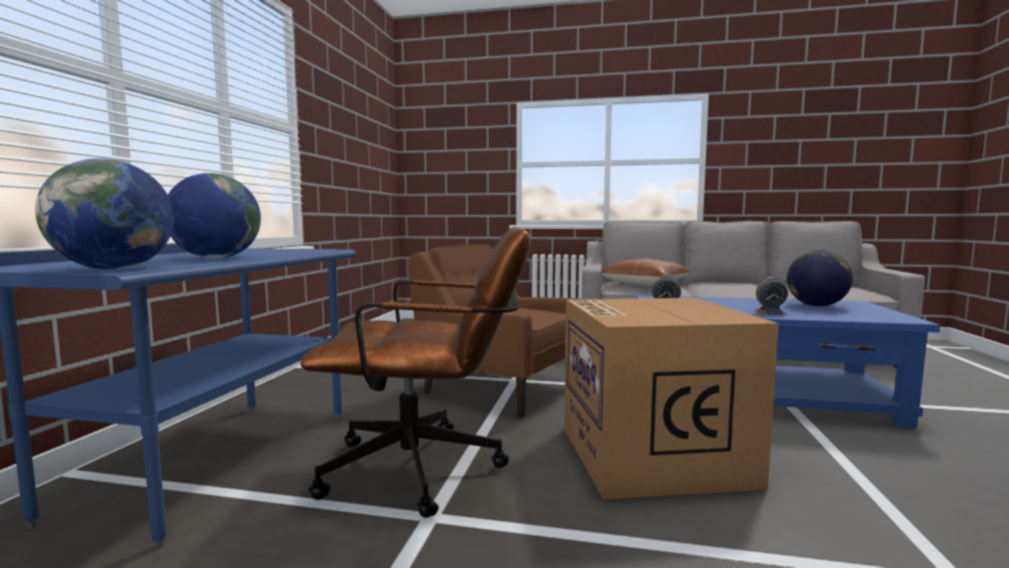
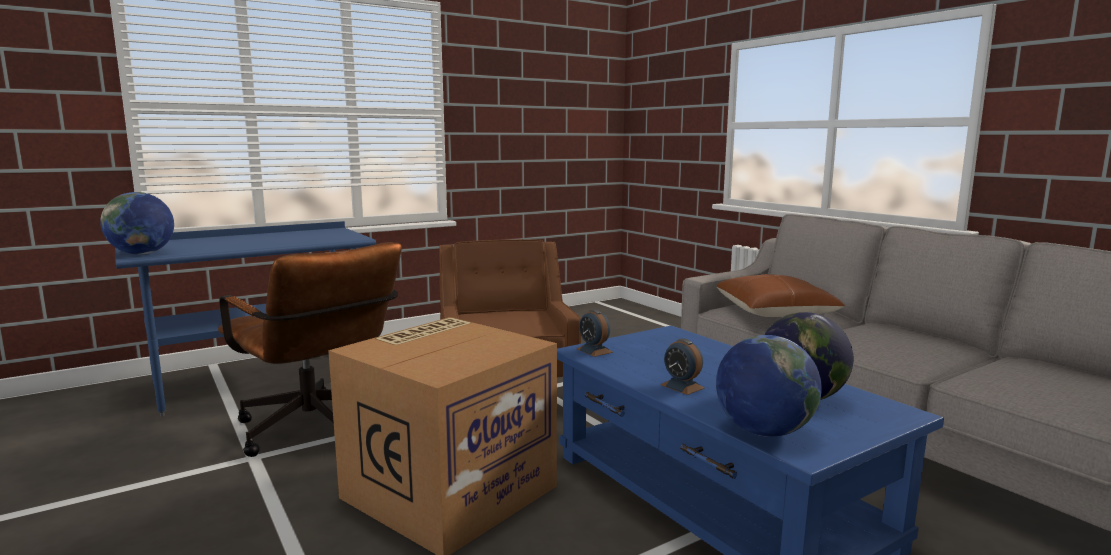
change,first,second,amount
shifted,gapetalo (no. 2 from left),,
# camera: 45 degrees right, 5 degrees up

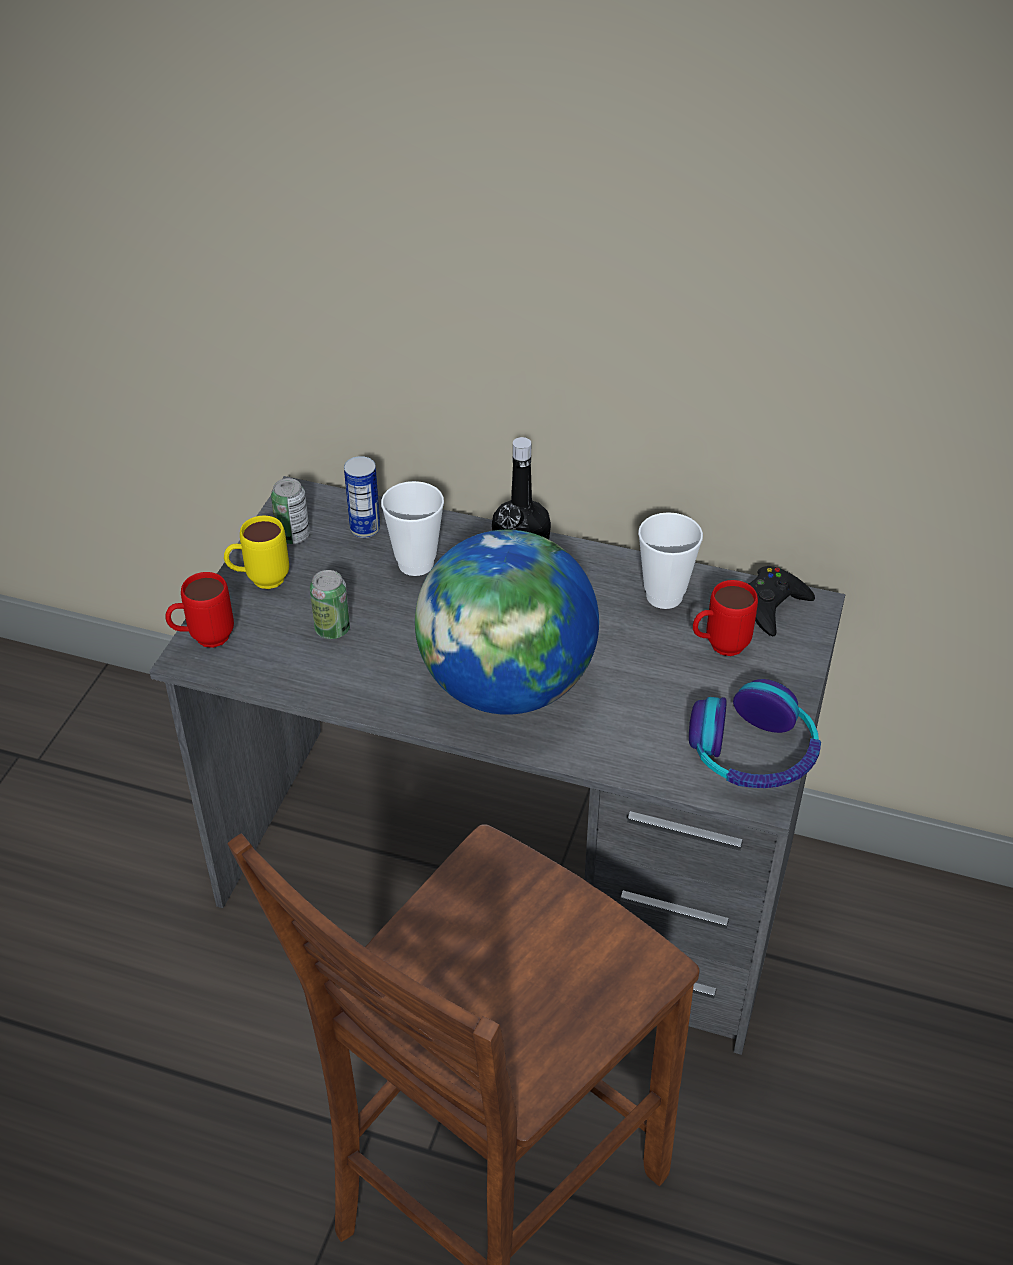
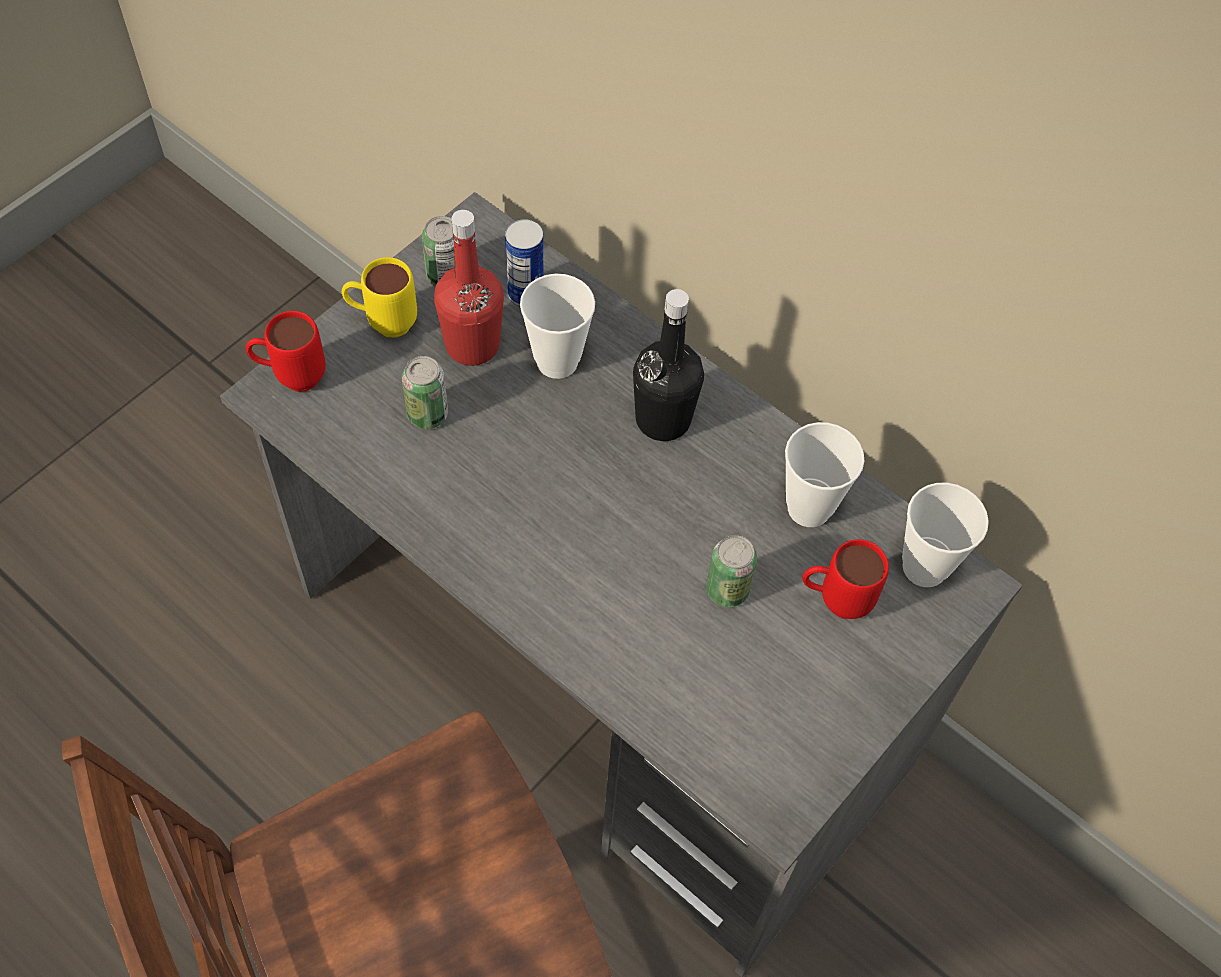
change,first,second,amount
new,,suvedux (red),
new,,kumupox (no. 4 from left),
swapped,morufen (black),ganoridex (no. 3 from left),
gone,gapetalo,,
gone,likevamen,,
# camera: 20 degrees right, 15 degrees up

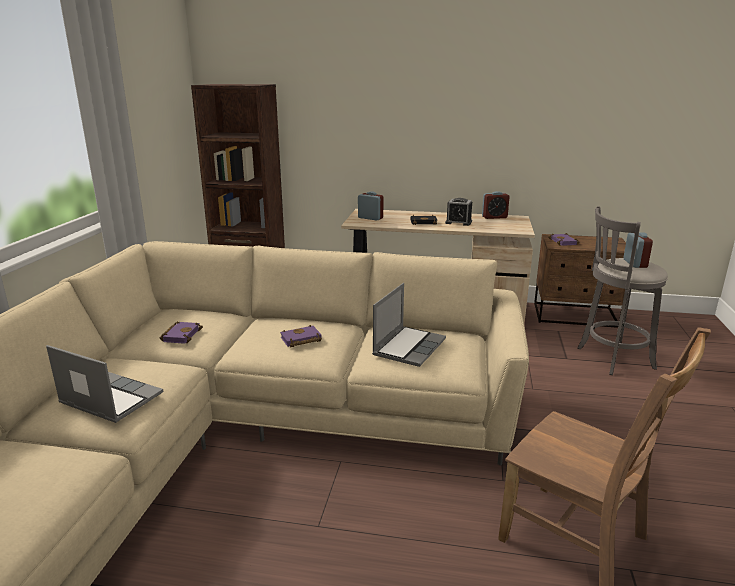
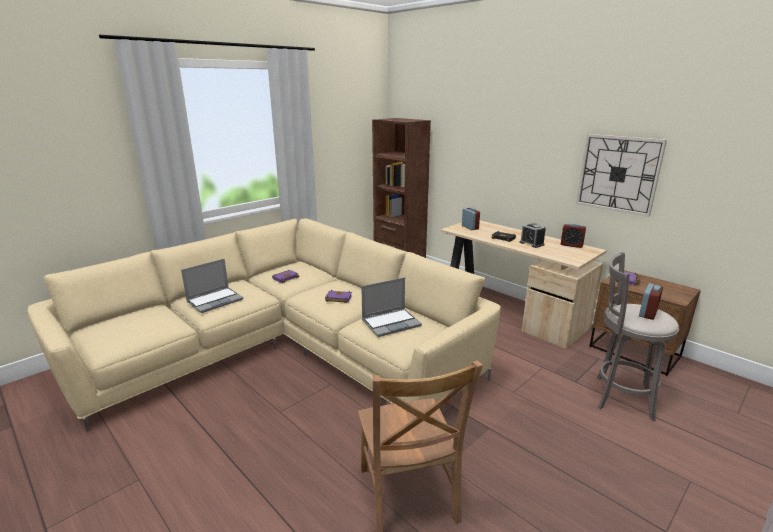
change,first,second,amount
rotated,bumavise (no. 1 from left),,75 degrees clockwise
new,,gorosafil,
# camera: 35 degrees right, 0 degrees up

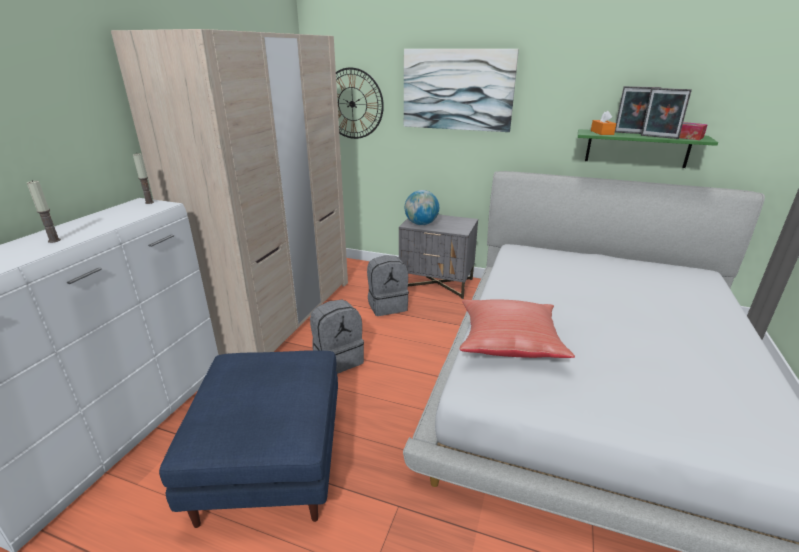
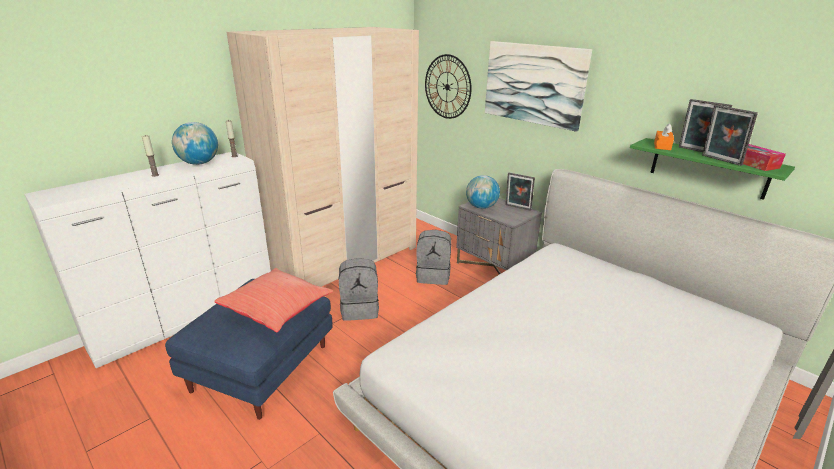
change,first,second,amount
new,,gapetalo (no. 1 from left),
shifted,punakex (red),,
new,,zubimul (no. 1 from left),
# camera: 25 degrees right, 0 degrees up

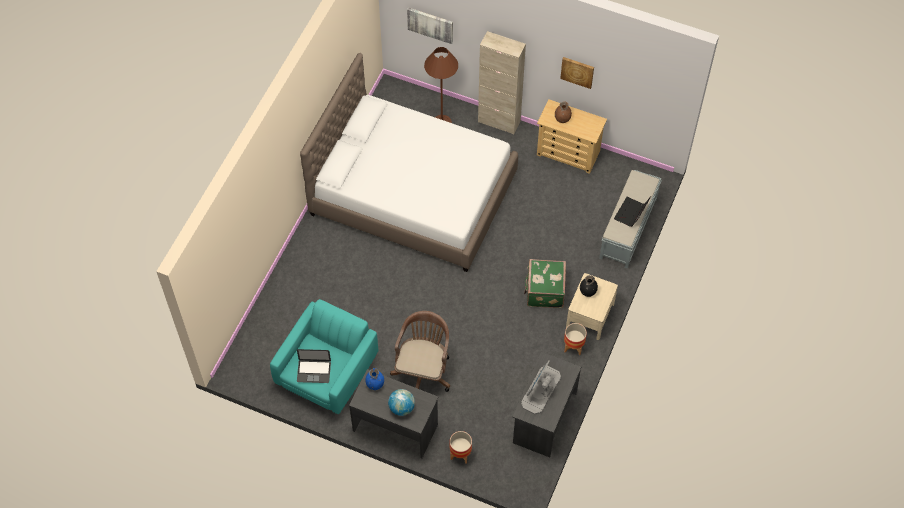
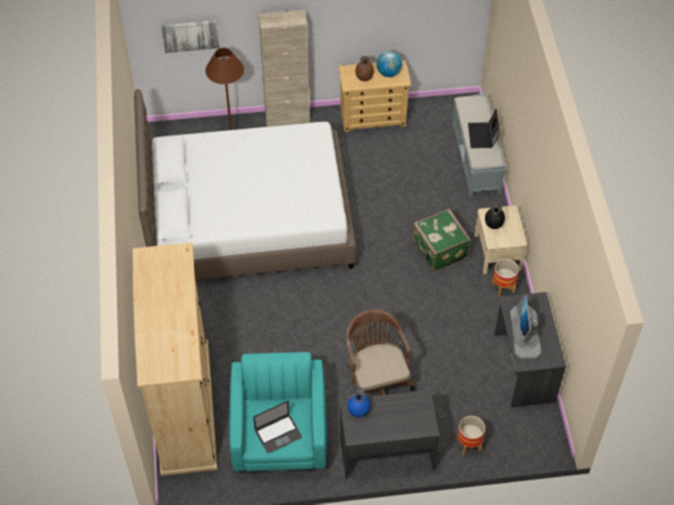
change,first,second,amount
new,,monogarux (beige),
shifted,gapetalo,,
gone,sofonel (no. 2 from left),,
# camera: 30 degrees left, 5 degrees down

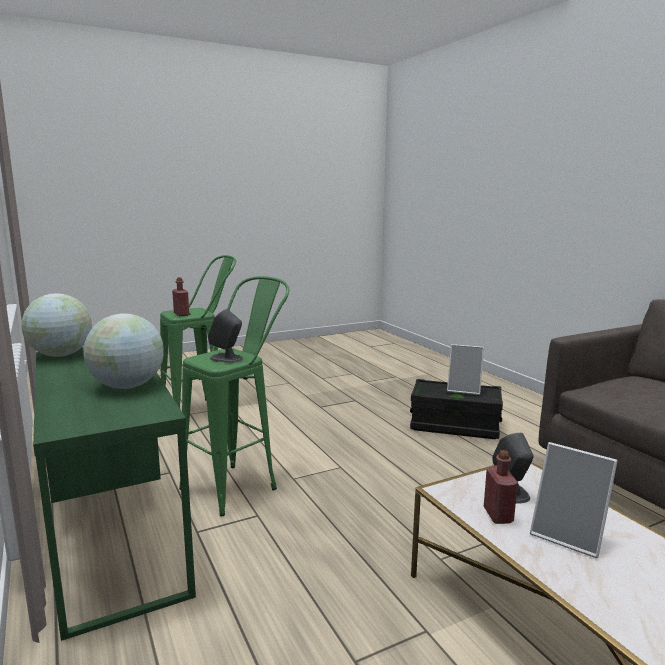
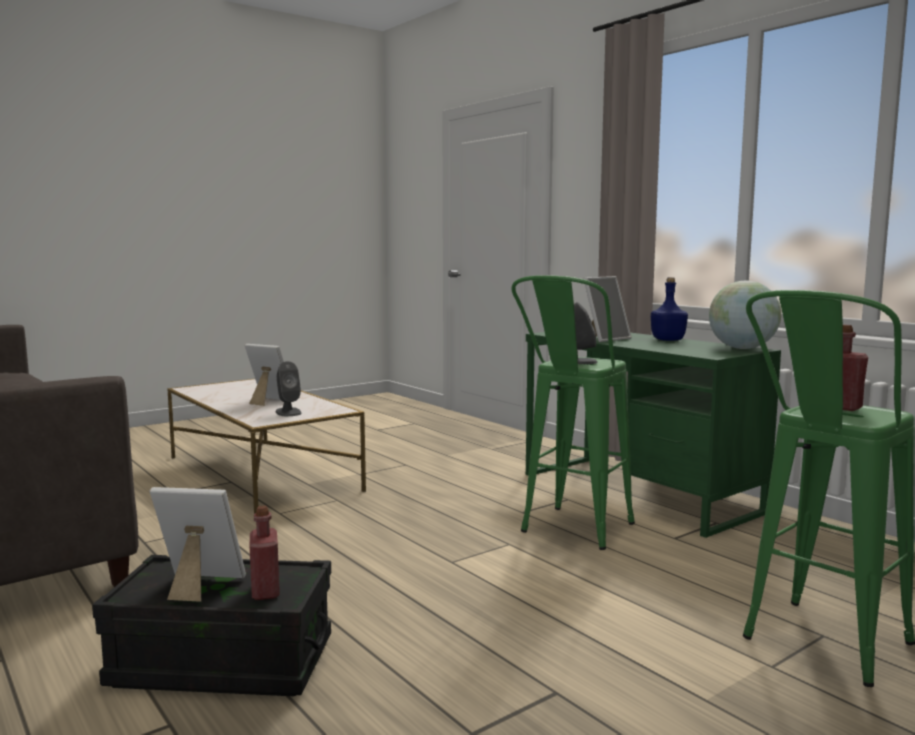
change,first,second,amount
shifted,suvedux (red) (no. 2 from left in the first image),suvedux (red) (no. 1 from left),
swapped,gapetalo (no. 2 from left),zubimul (no. 3 from left),
new,,suvedux (blue),
# camera: 170 degrees right, 5 degrees down

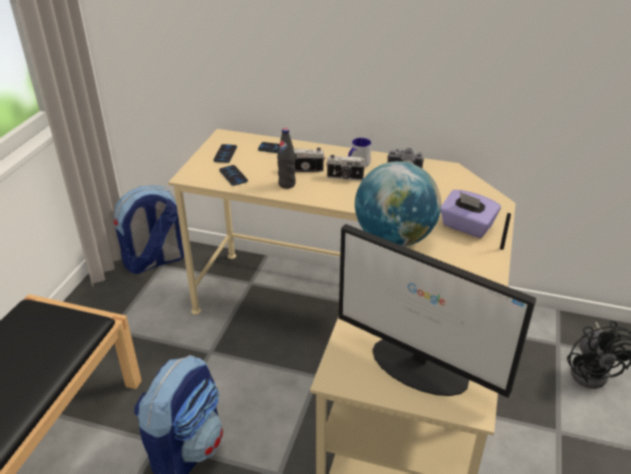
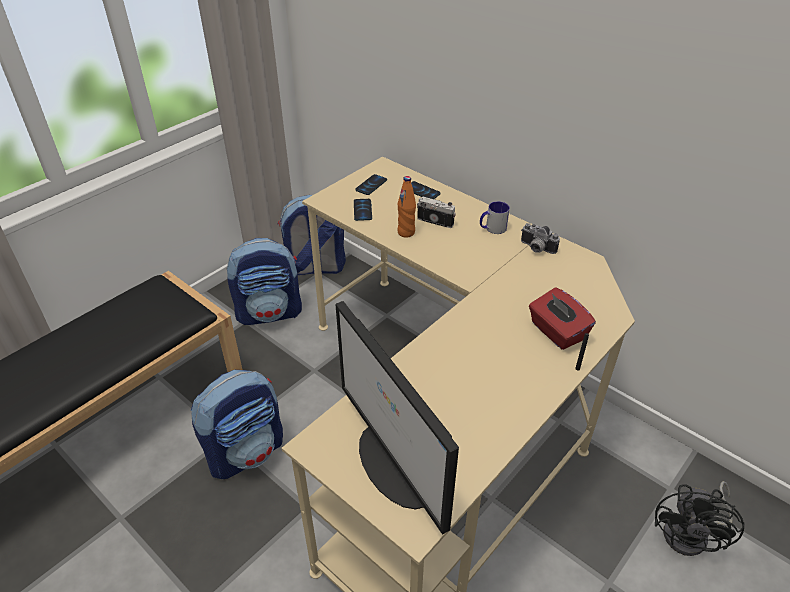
change,first,second,amount
new,,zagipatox (no. 2 from left),
repainted,suvedux (black),suvedux (orange),
repainted,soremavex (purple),soremavex (red),
gone,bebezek (no. 2 from left),,
gone,gapetalo,,
# camera: 25 degrees right, 5 degrees up

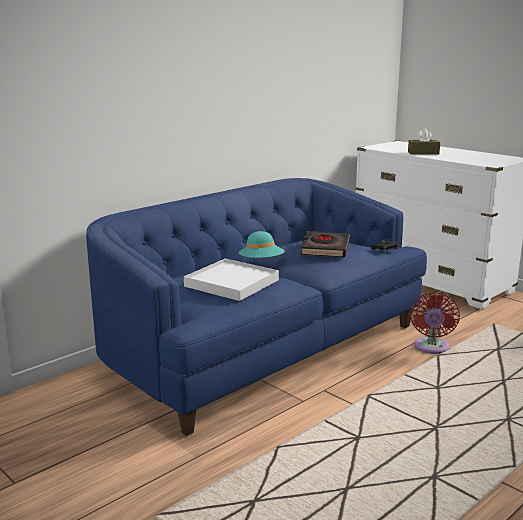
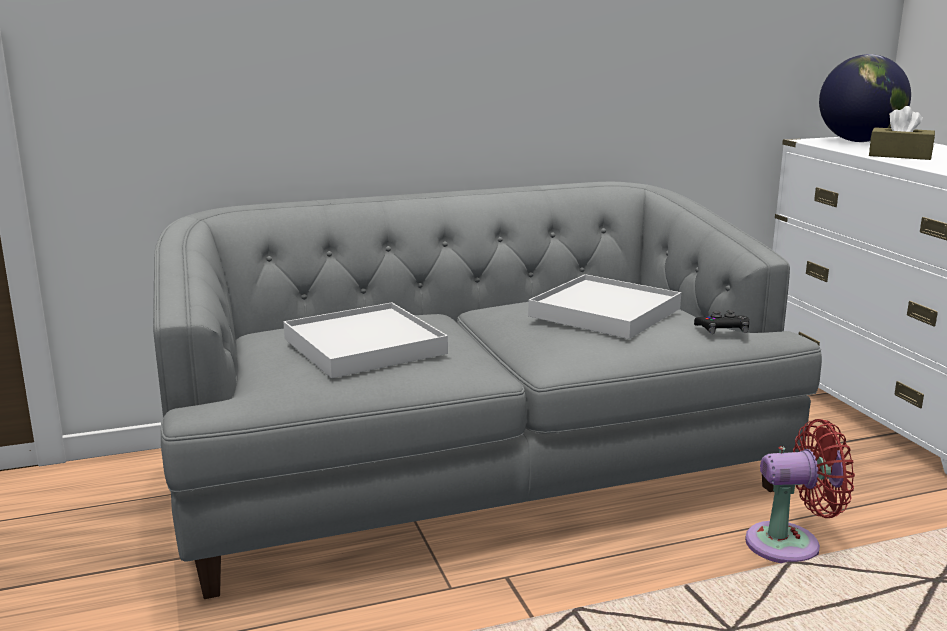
change,first,second,amount
repainted,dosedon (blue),dosedon (grey),
swapped,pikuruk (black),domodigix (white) (no. 2 from left),
rotated,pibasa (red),,135 degrees counterclockwise
new,,gapetalo,
gone,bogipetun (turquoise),,
# camera: 25 degrees right, 0 degrees up

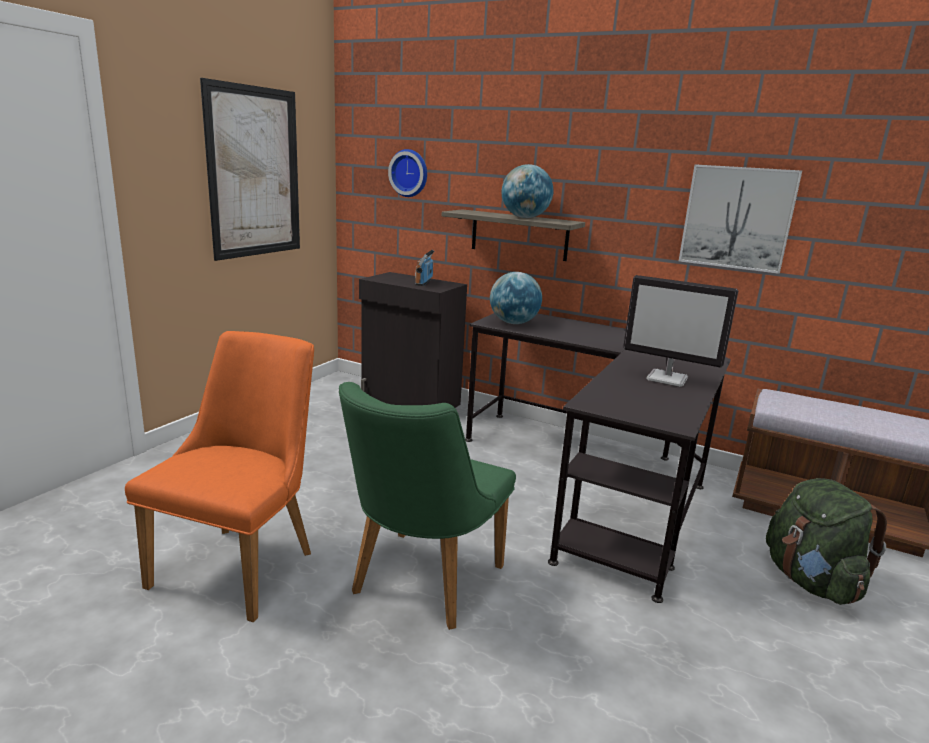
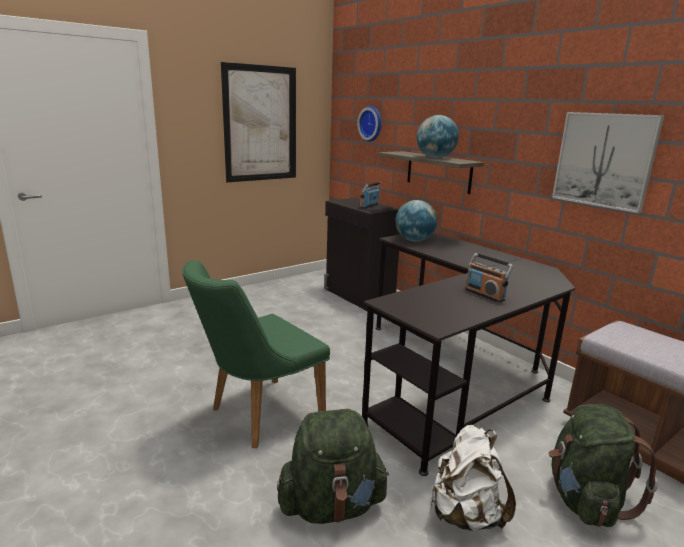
change,first,second,amount
new,,zagipatox (green) (no. 1 from left),
new,,zagipatox (white),
swapped,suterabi,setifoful (no. 2 from left),
gone,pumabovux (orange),,
# camera: 25 degrees right, 0 degrees up

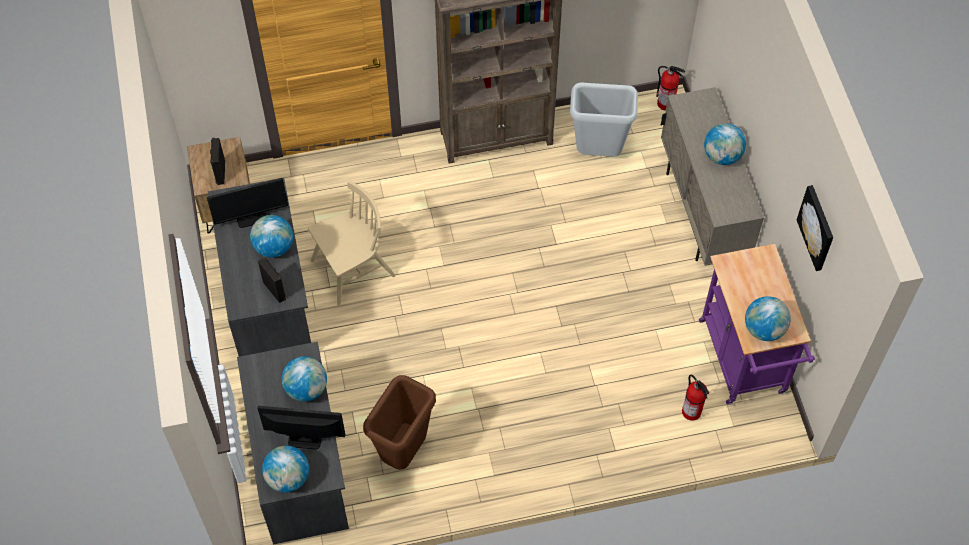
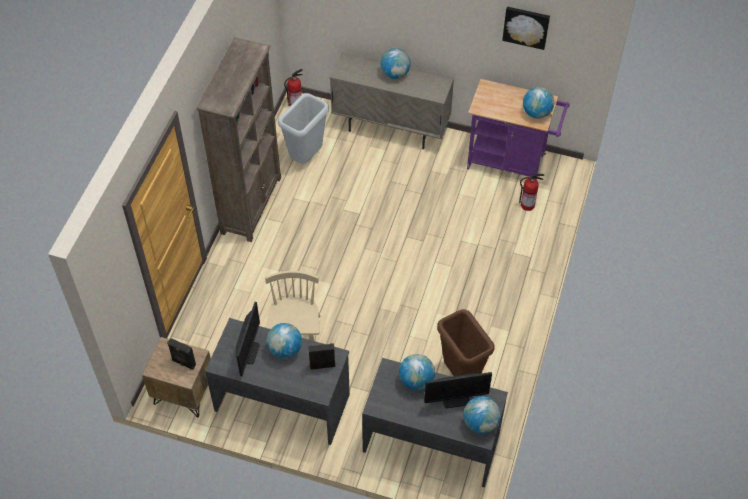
change,first,second,amount
rotated,suterabi (no. 2 from left),,135 degrees counterclockwise
# camera: 60 degrees left, 5 degrees down

